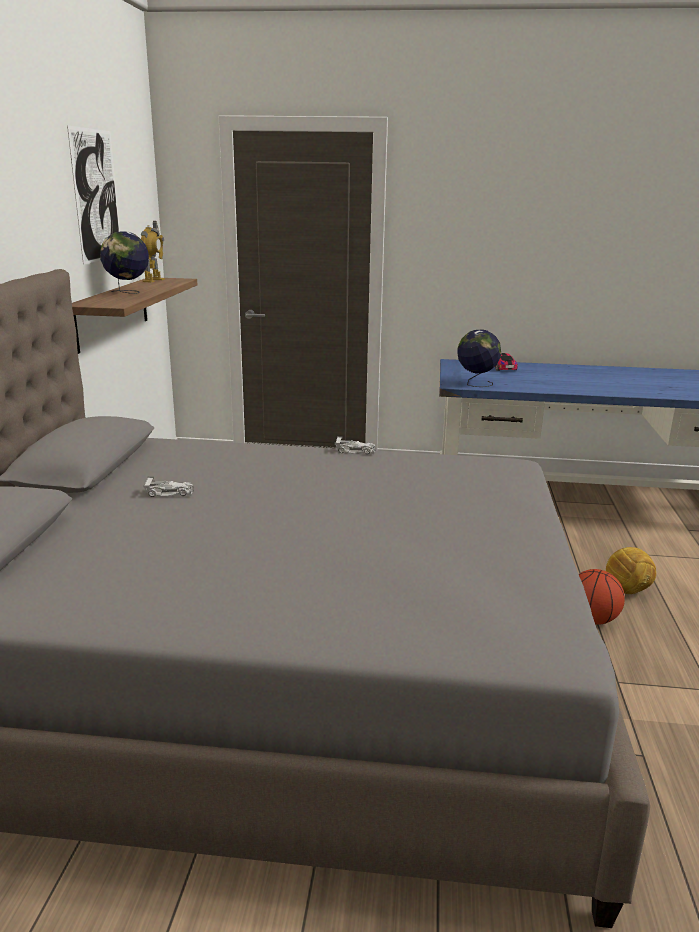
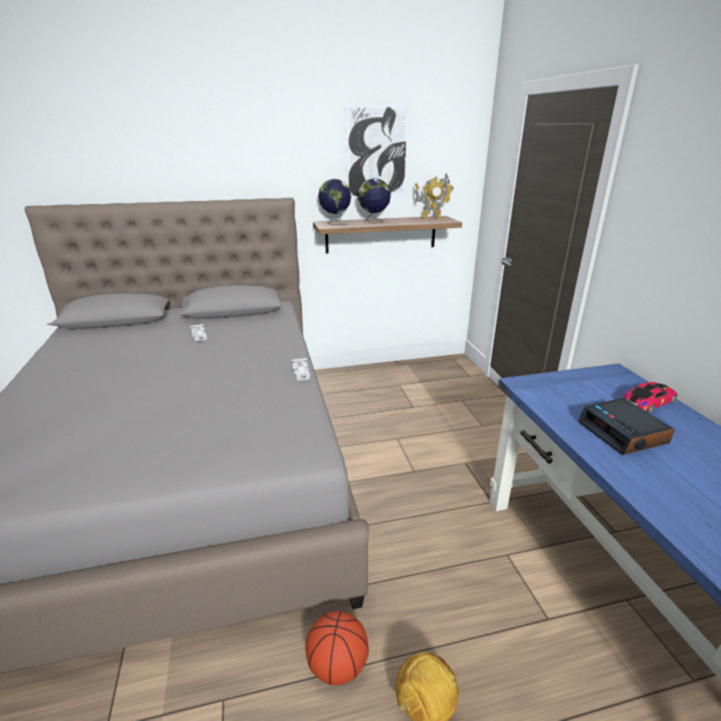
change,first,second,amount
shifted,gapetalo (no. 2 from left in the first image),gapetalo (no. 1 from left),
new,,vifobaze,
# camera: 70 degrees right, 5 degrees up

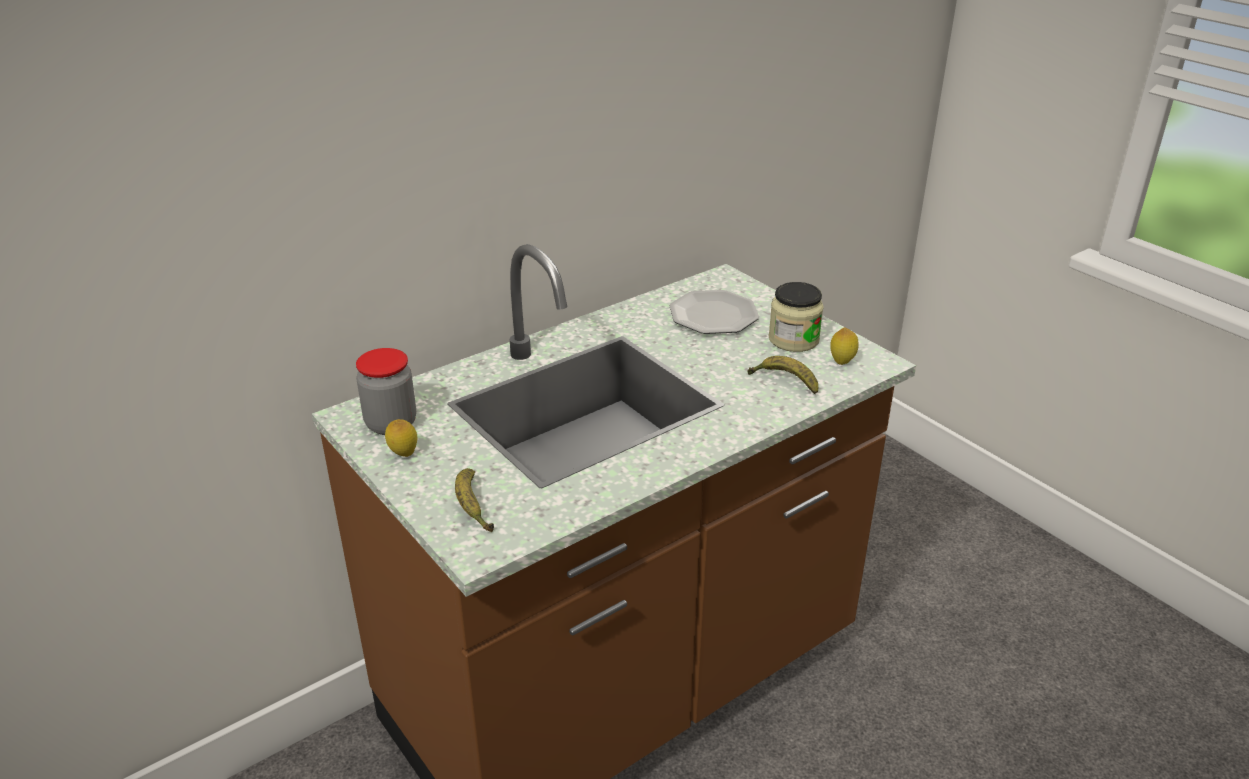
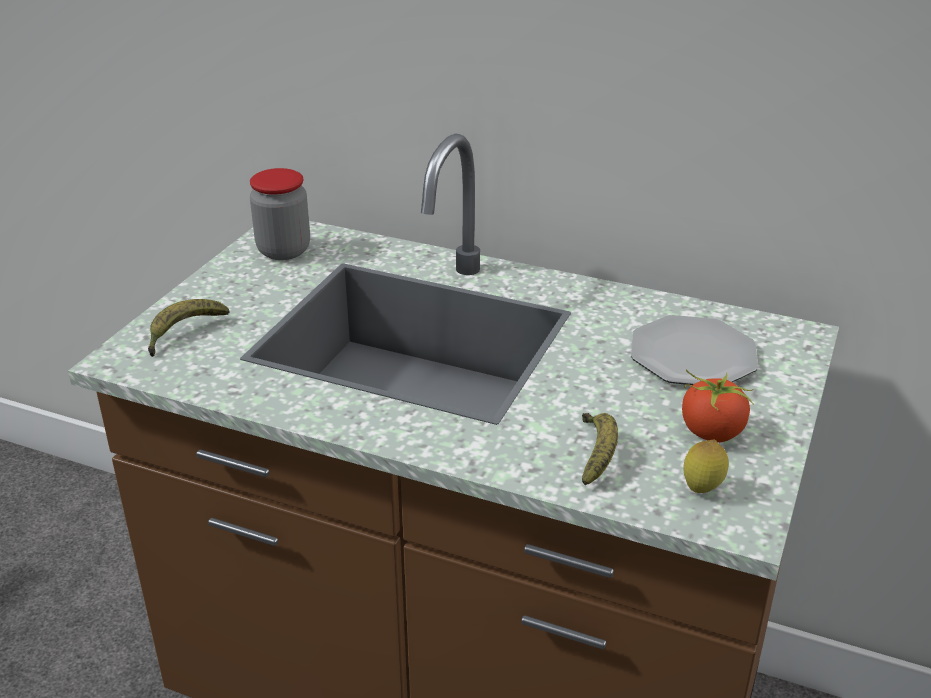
change,first,second,amount
swapped,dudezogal (no. 2 from left),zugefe,
gone,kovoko (no. 1 from left),,
# camera: 60 degrees right, 0 degrees up

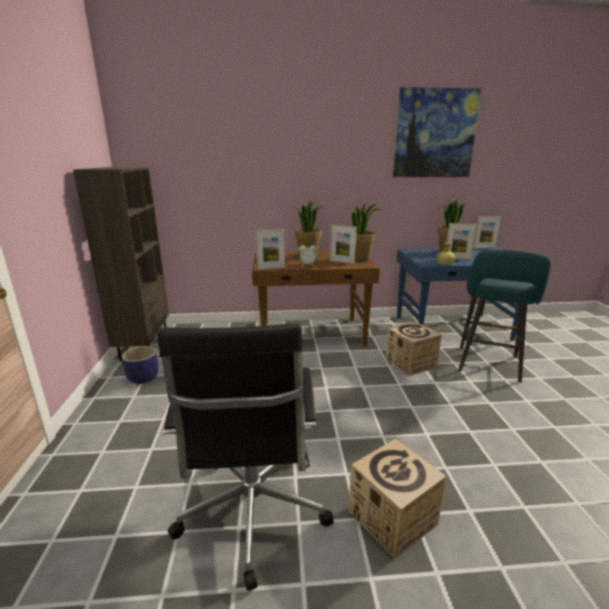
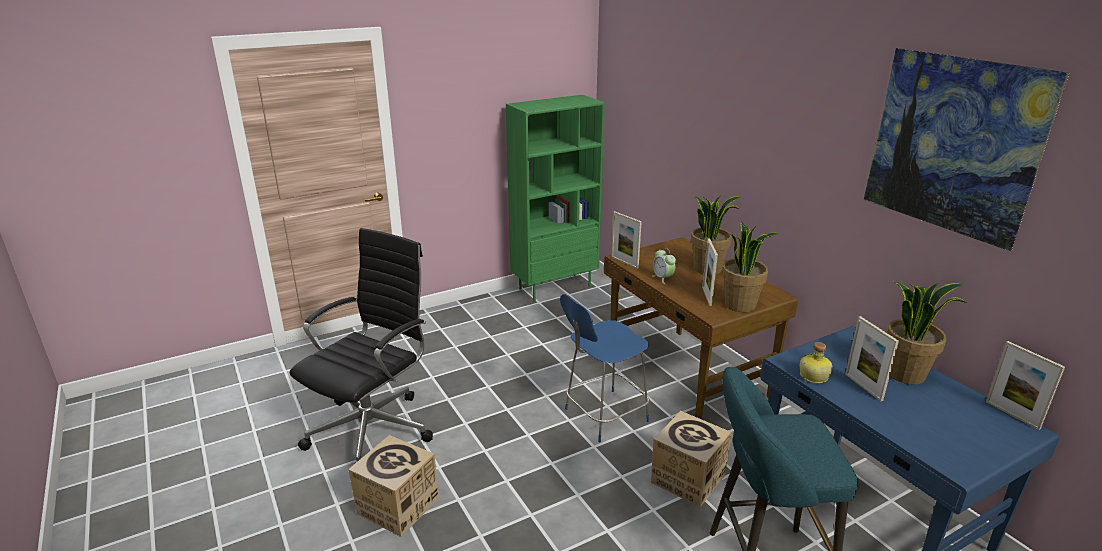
change,first,second,amount
rotated,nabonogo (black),,150 degrees clockwise
repainted,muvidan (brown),muvidan (green),
new,,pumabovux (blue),
gone,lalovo,,
# camera: 65 degrees right, 5 degrees up

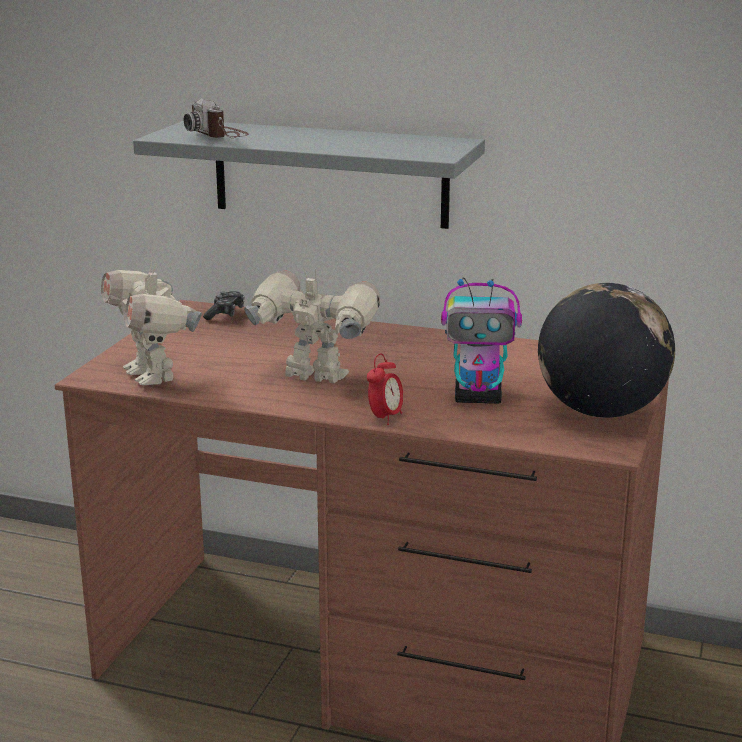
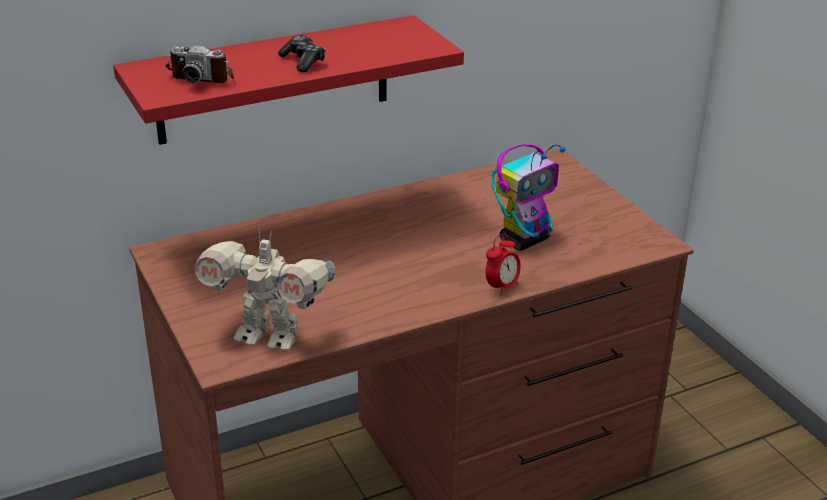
change,first,second,amount
repainted,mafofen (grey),mafofen (red),
shifted,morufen,,
rotated,vifobaze,,60 degrees clockwise
gone,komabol (no. 2 from left),,
gone,gapetalo,,
# camera: 45 degrees left, 10 degrees up

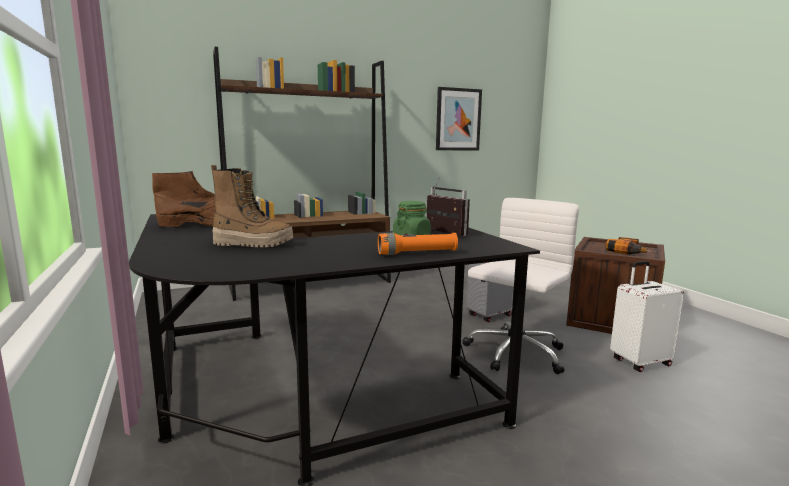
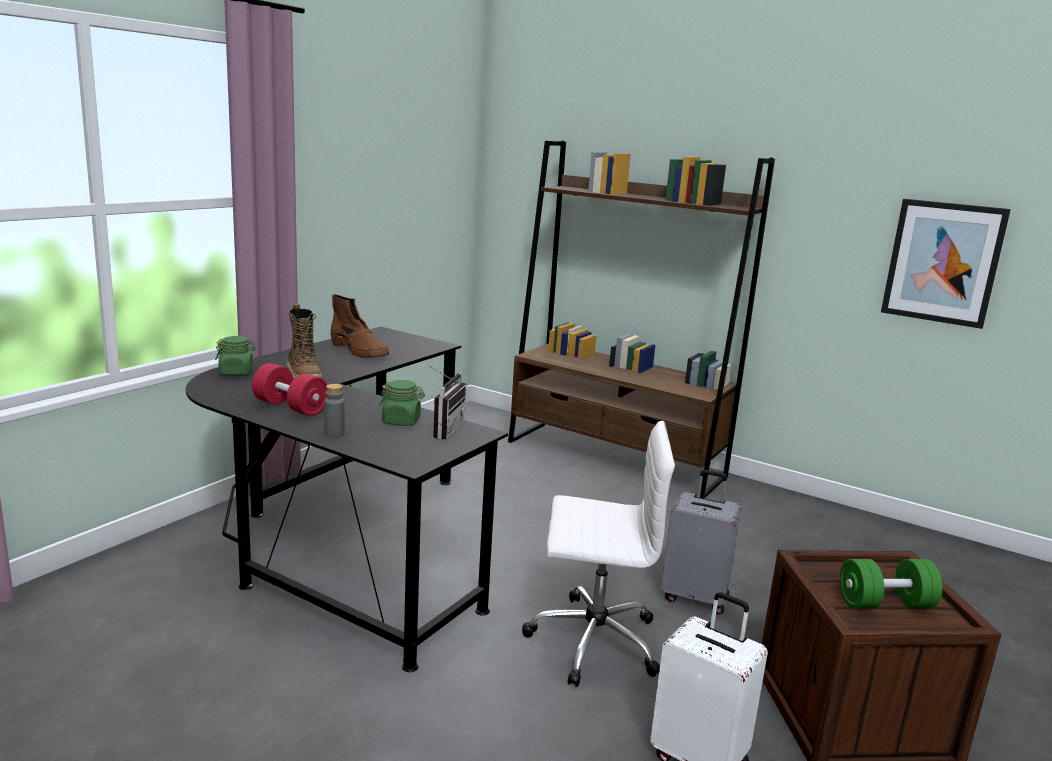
change,first,second,amount
new,,dudezogal (green) (no. 1 from left),
new,,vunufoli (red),
swapped,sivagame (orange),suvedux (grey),
swapped,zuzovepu,vunufoli (green),
# camera: 55 degrees right, 5 degrees up

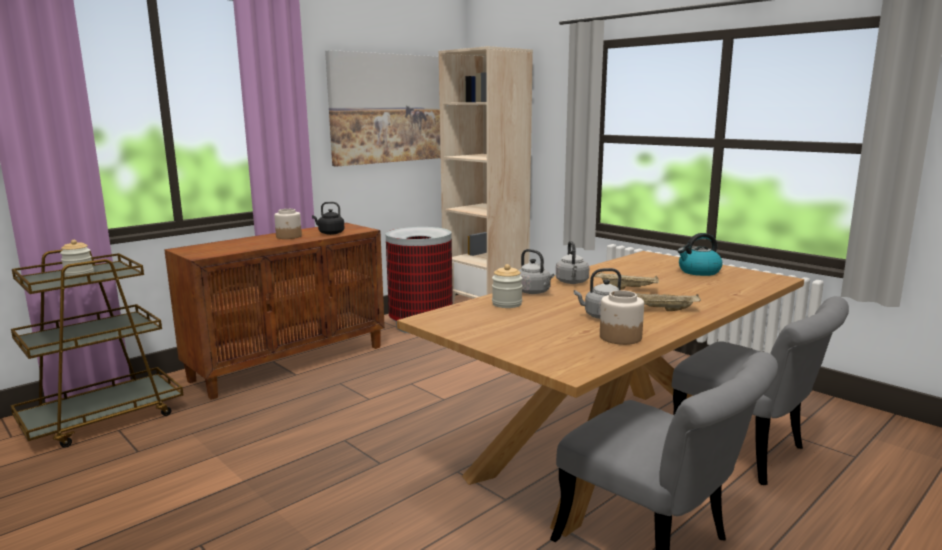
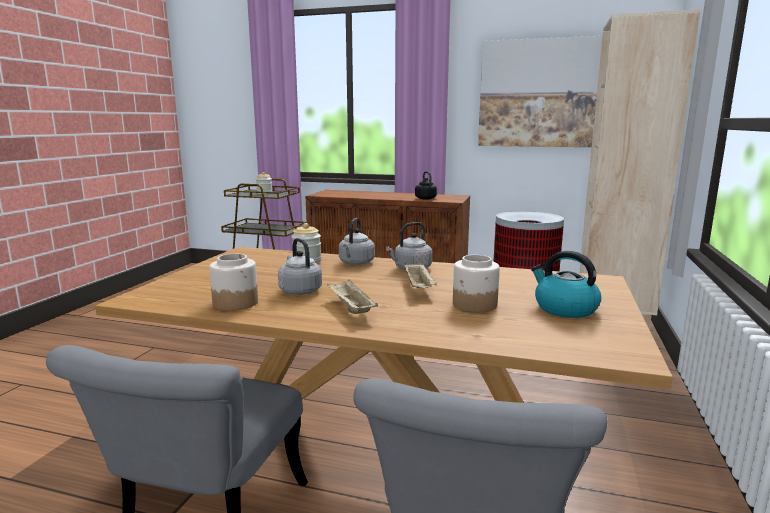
change,first,second,amount
shifted,dudezogal (no. 2 from left in the first image),dudezogal (no. 4 from left),
# camera: 60 degrees right, 0 degrees up

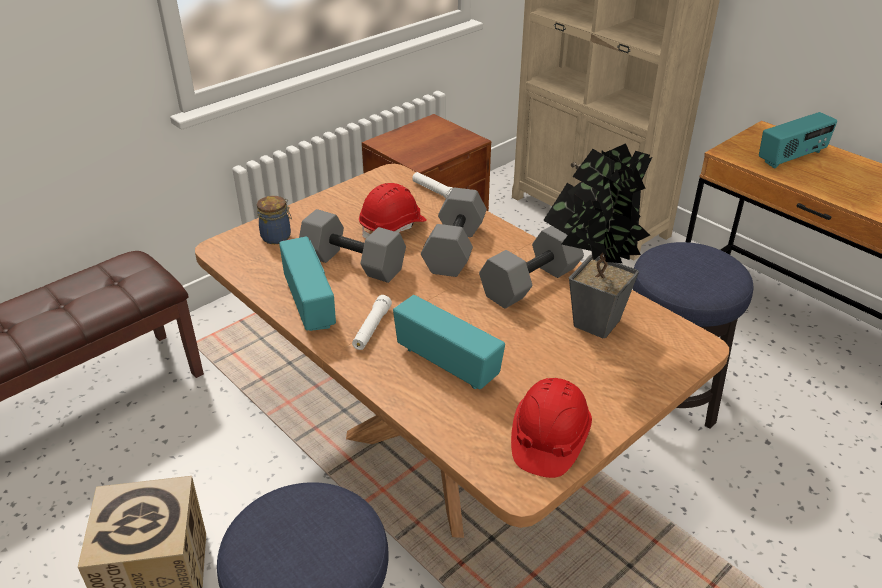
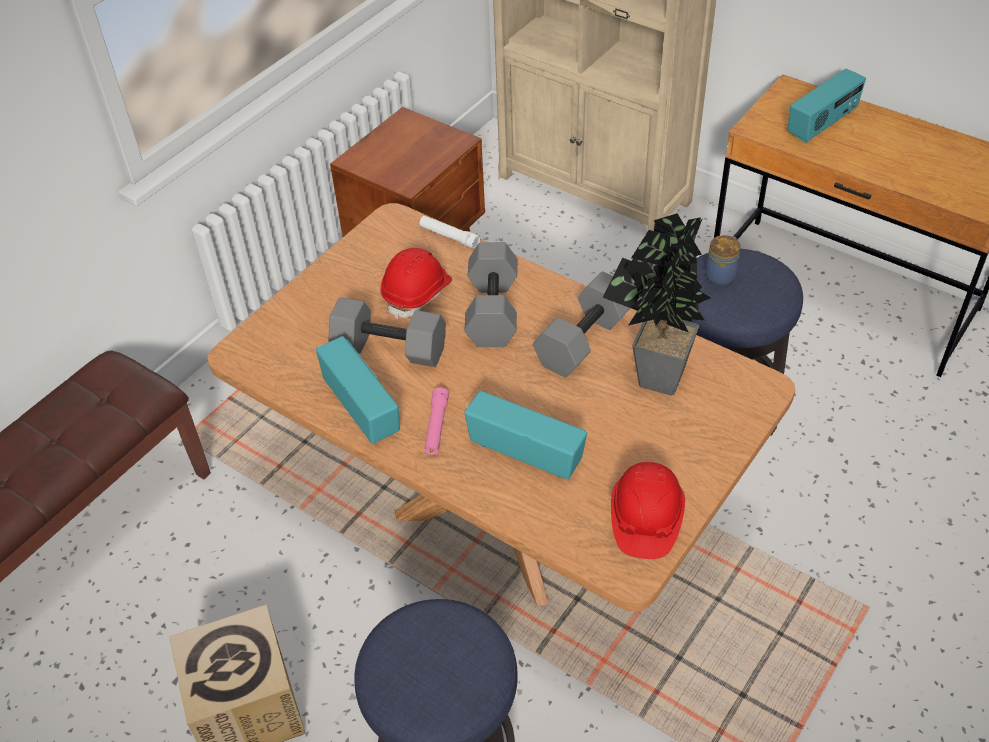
change,first,second,amount
repainted,sivagame (white) (no. 1 from left),sivagame (pink),
shifted,dudezogal,,
# camera: 10 degrees left, 10 degrees up

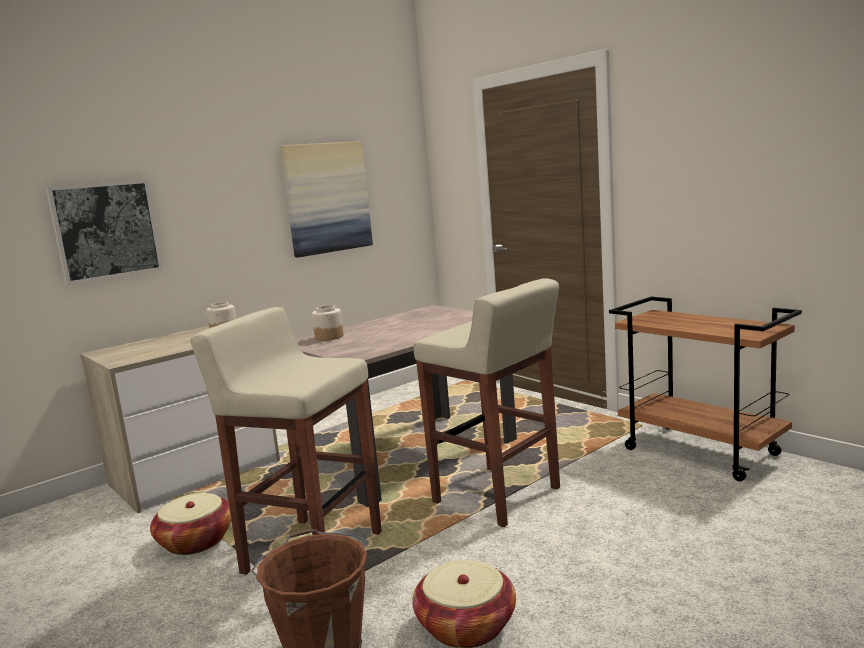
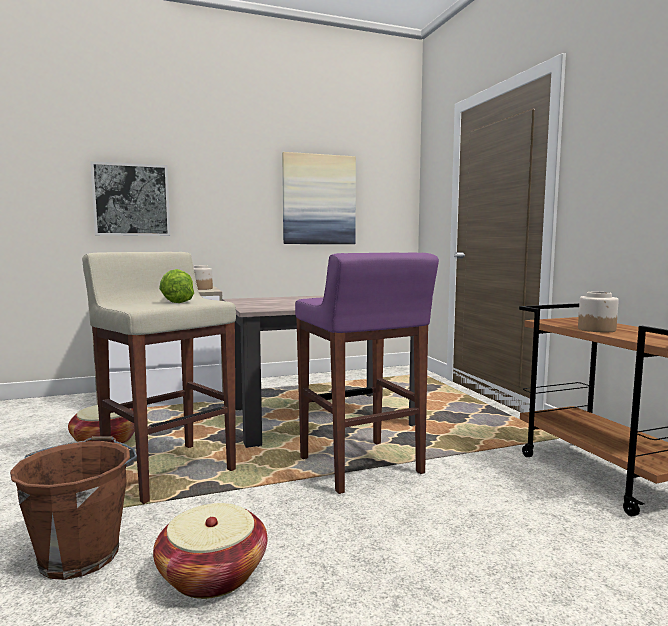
change,first,second,amount
new,,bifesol,
repainted,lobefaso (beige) (no. 2 from left),lobefaso (purple),
shifted,dudezogal (no. 2 from left),,
# camera: 20 degrees right, 5 degrees down

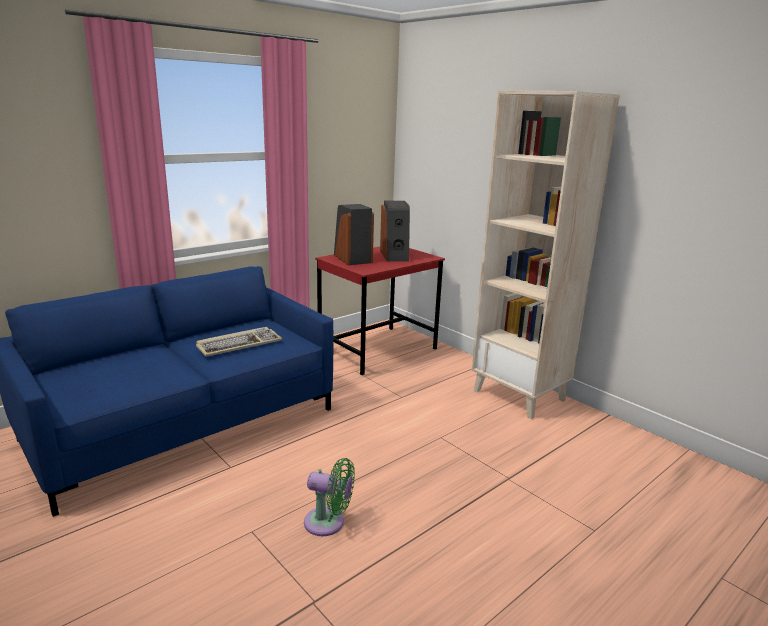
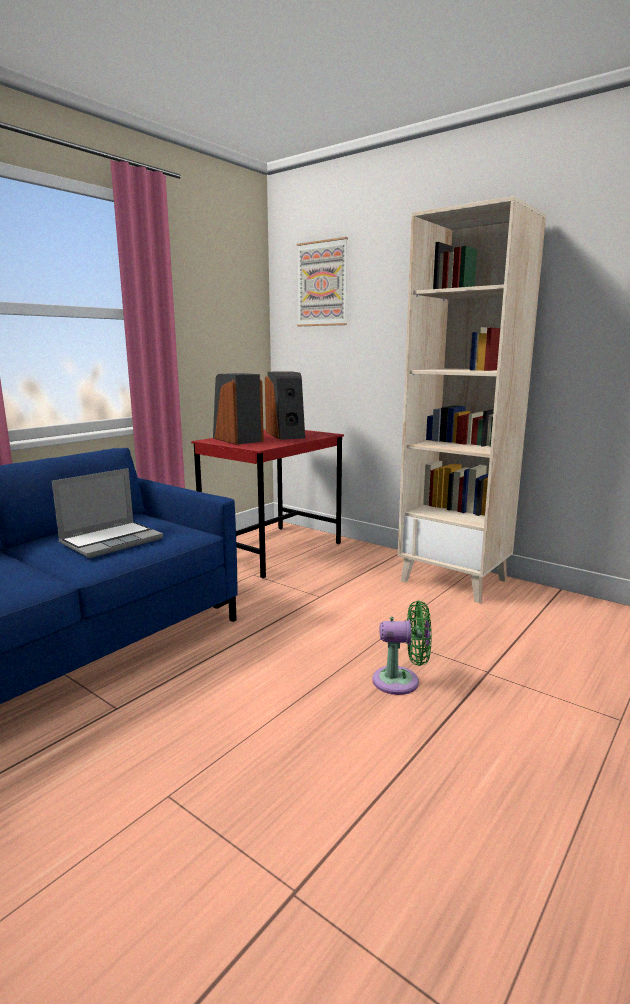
change,first,second,amount
swapped,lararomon,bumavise,
new,,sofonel,
shifted,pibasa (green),,
# camera: 10 degrees left, 5 degrees down

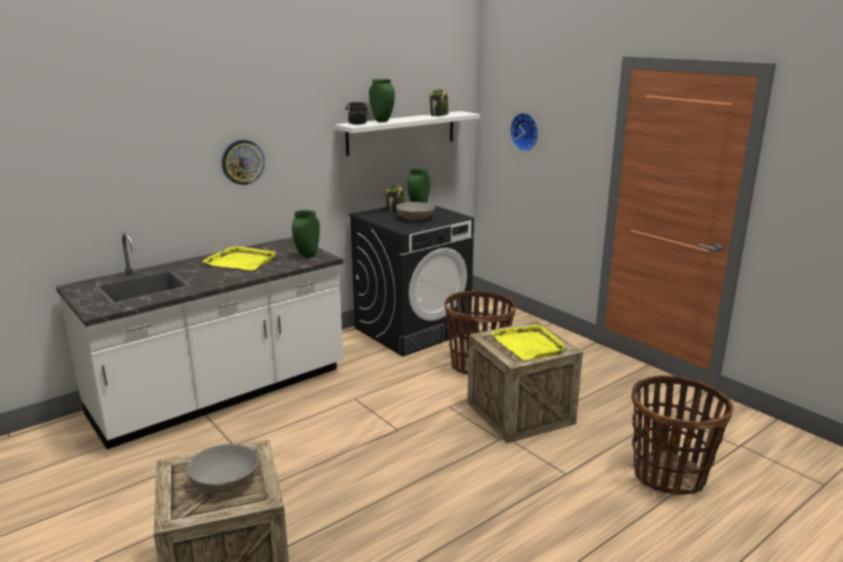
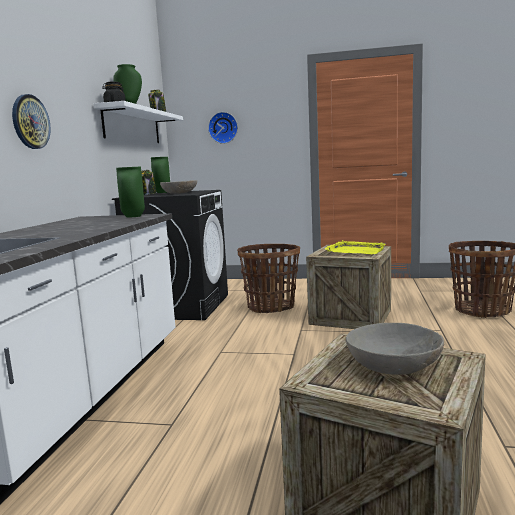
change,first,second,amount
gone,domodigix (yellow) (no. 1 from left),,
# camera: 40 degrees left, 10 degrees down

